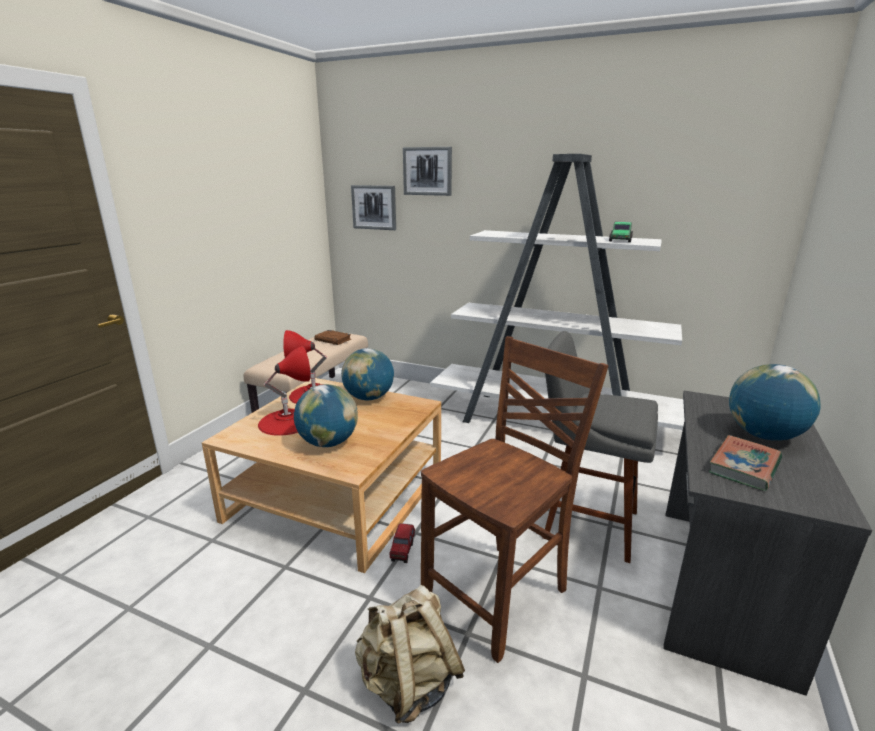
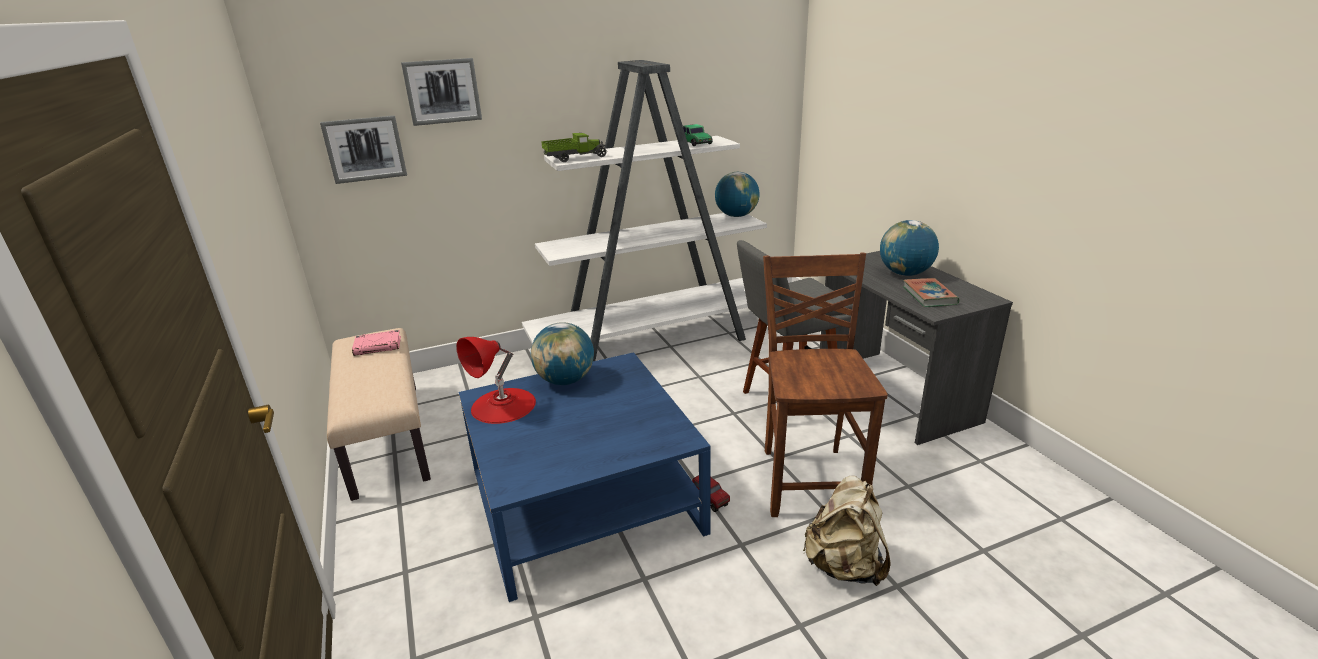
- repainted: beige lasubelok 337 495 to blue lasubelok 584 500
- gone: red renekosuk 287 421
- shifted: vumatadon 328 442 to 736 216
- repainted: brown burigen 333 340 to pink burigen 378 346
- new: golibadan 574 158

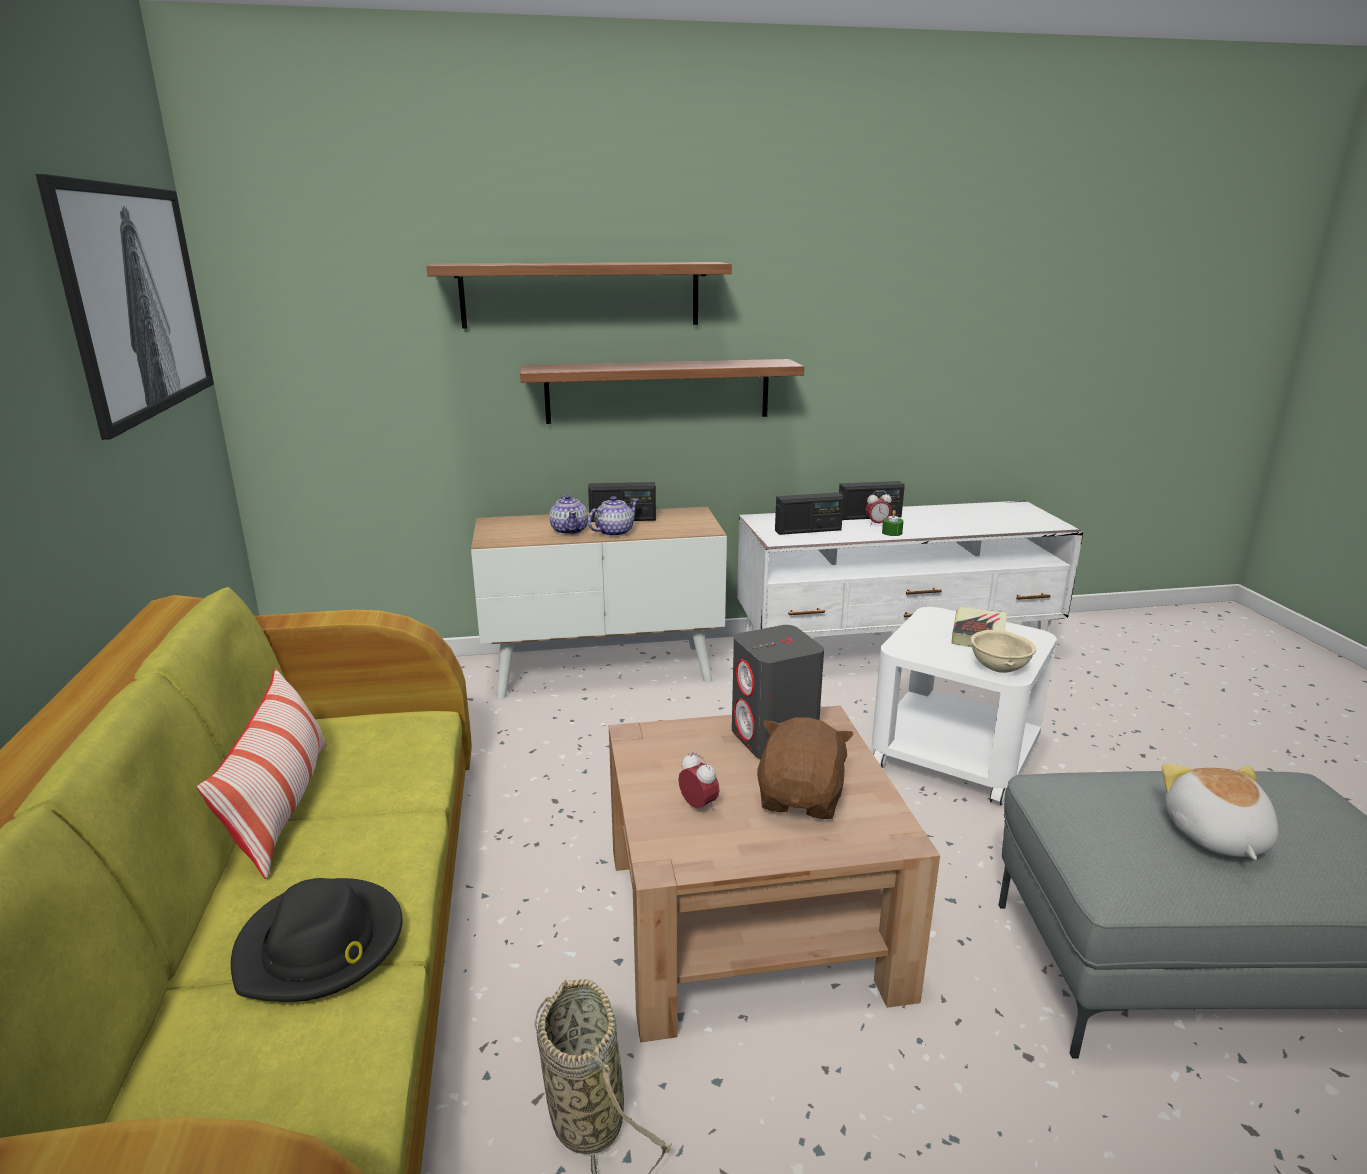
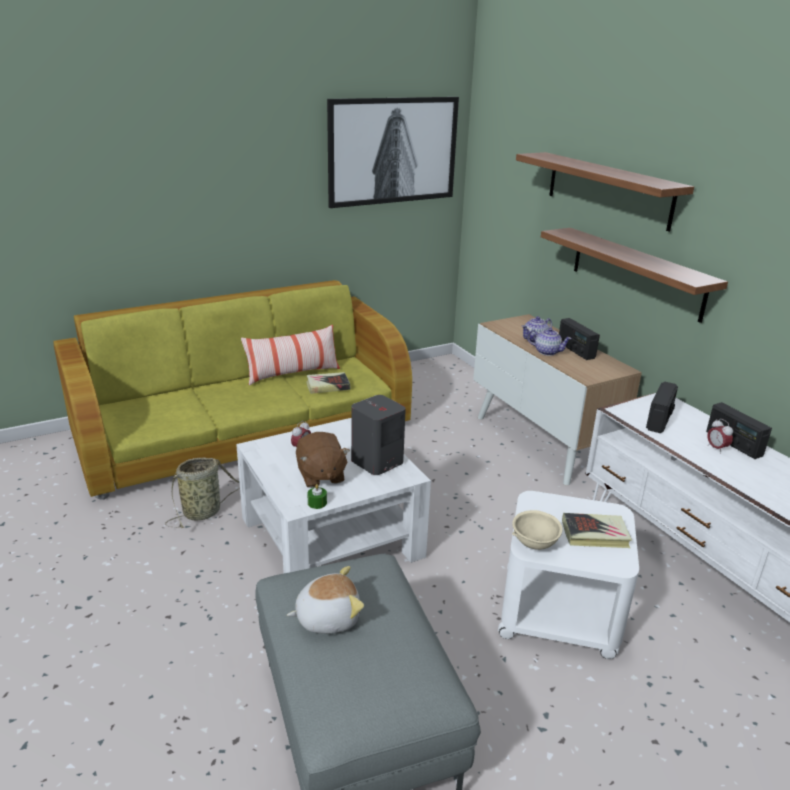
- gone: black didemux 321 946
- repainted: brown lasubelok 750 919 to white lasubelok 331 537
- rotated: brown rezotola 801 798 = 320 476 75 degrees clockwise
- rotated: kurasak 808 530 = 659 420 120 degrees counterclockwise
- shifted: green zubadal 892 532 to 317 503
- new: burigen 327 386

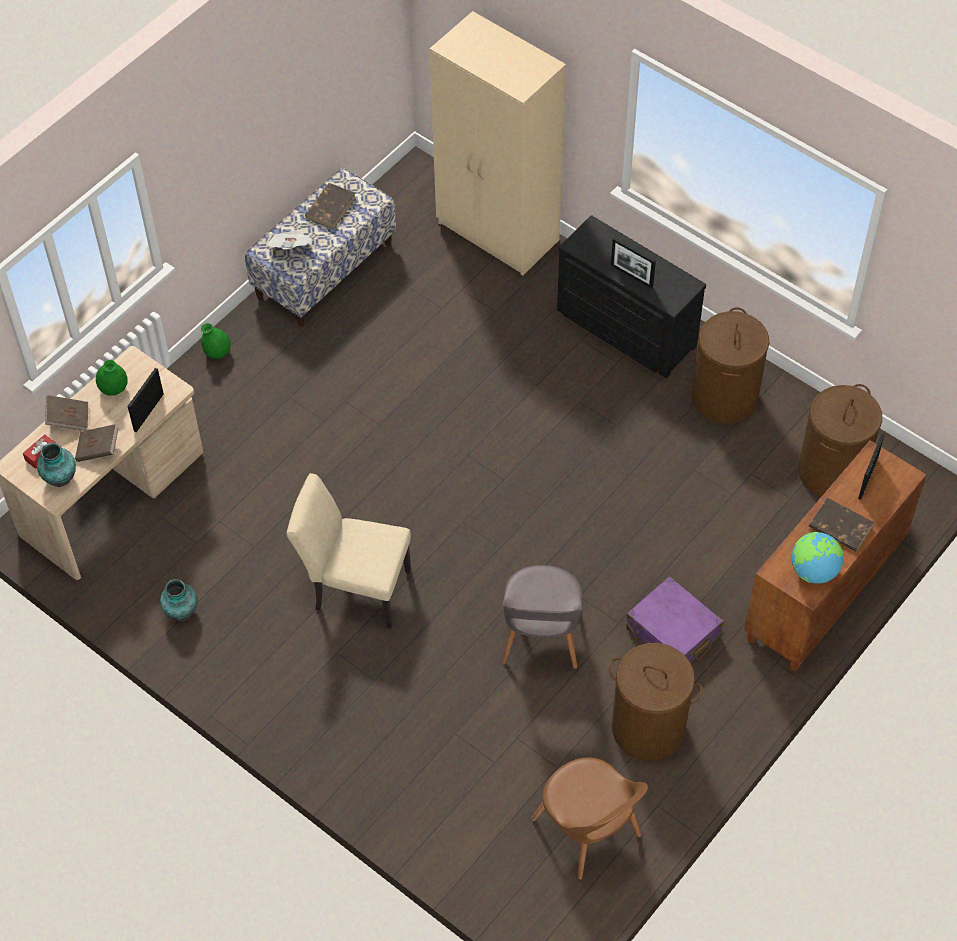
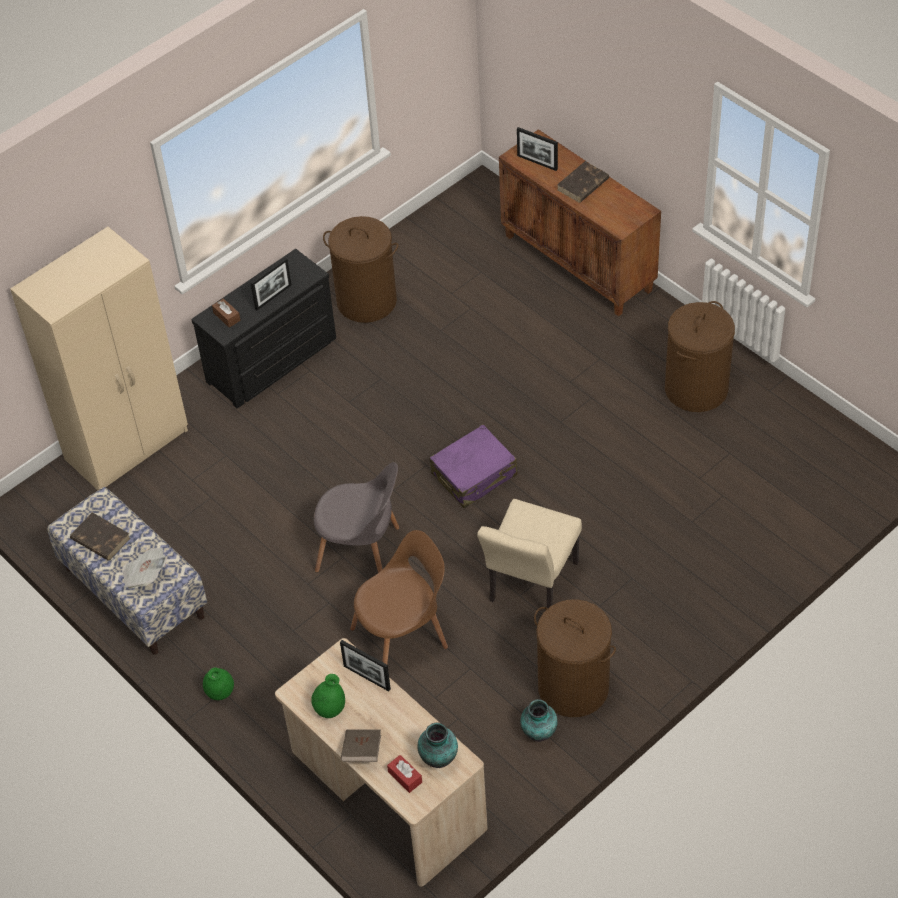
- gone: brown burigen 98 450
- shifted: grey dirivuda 540 637 to 362 550
- shifted: brown dirivuda 588 831 to 403 636
- shifted: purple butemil 673 632 to 474 475
- gone: vumatadon 813 571
- shifted: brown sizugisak 832 471 to 573 687
- new: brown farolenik 227 317

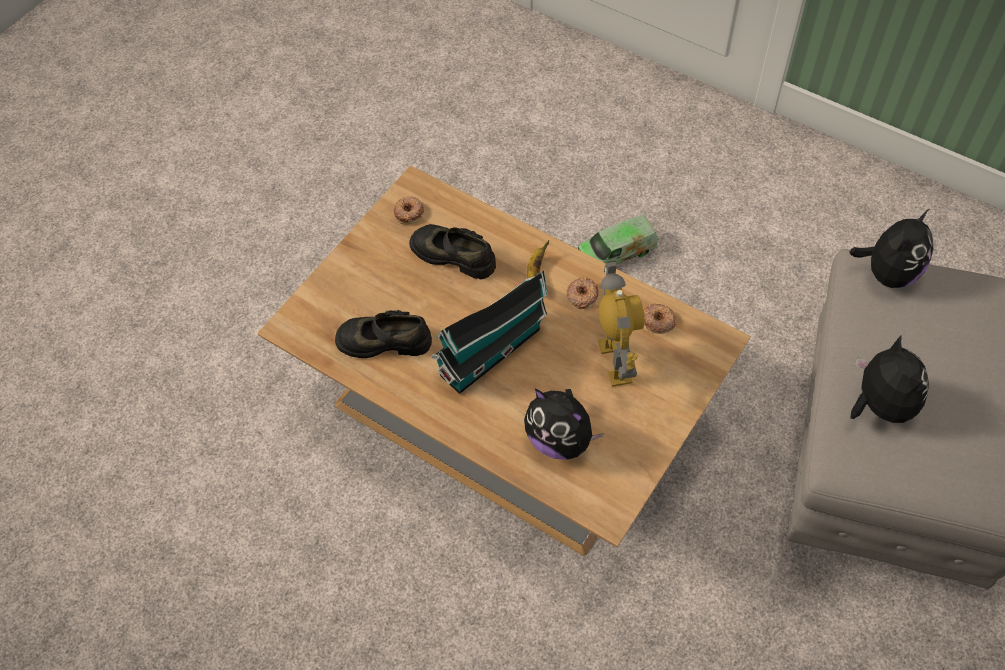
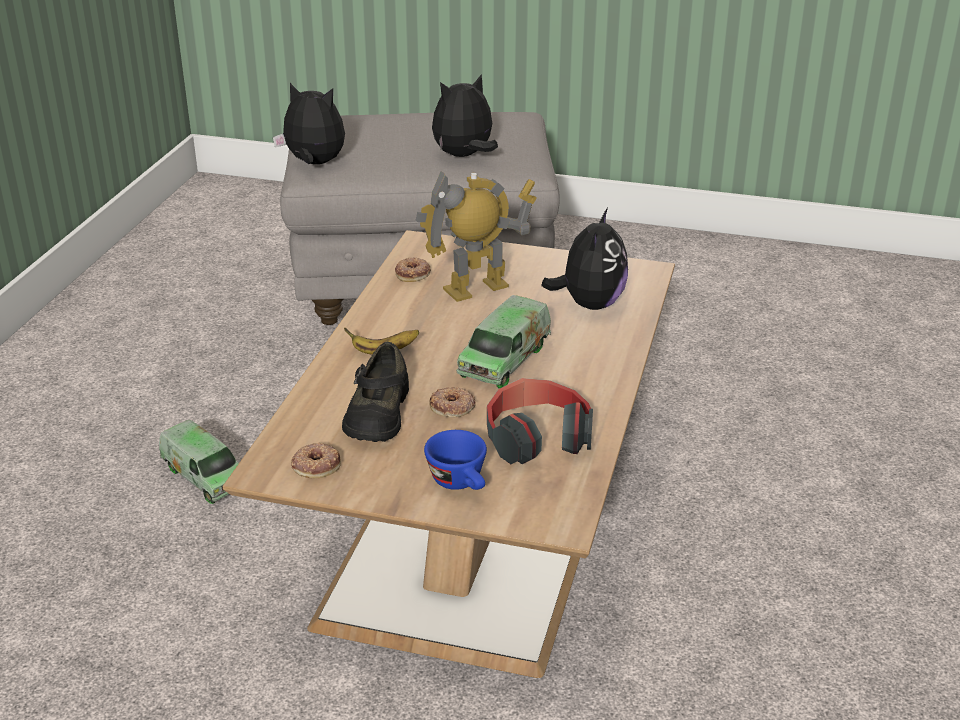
- swapped: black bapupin 384 340 to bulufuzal 537 437
- swapped: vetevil 494 350 to golibadan 504 359
- shifted: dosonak 582 295 to 452 407
- new: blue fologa 461 483

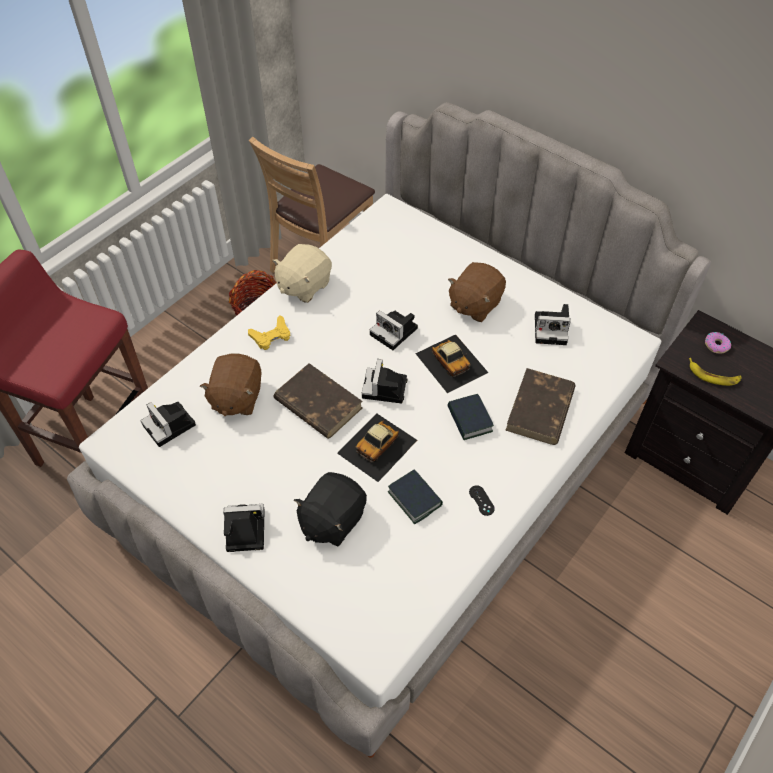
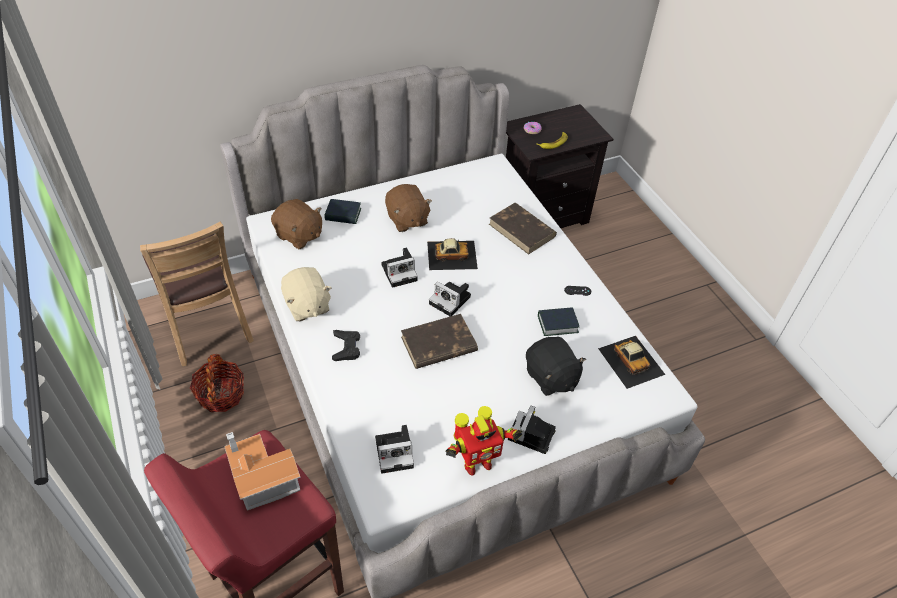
- shifted: brown rezotola 236 398 to 299 235
- repainted: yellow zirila 271 336 to black zirila 346 347
- shifted: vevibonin 378 446 to 631 361
- shifted: burigen 469 420 to 343 215
- gone: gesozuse 552 329
- new: vetevil 261 479
- new: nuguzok 476 463

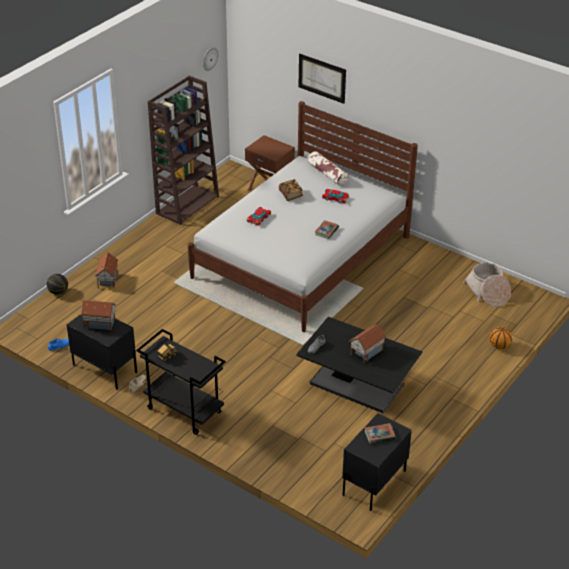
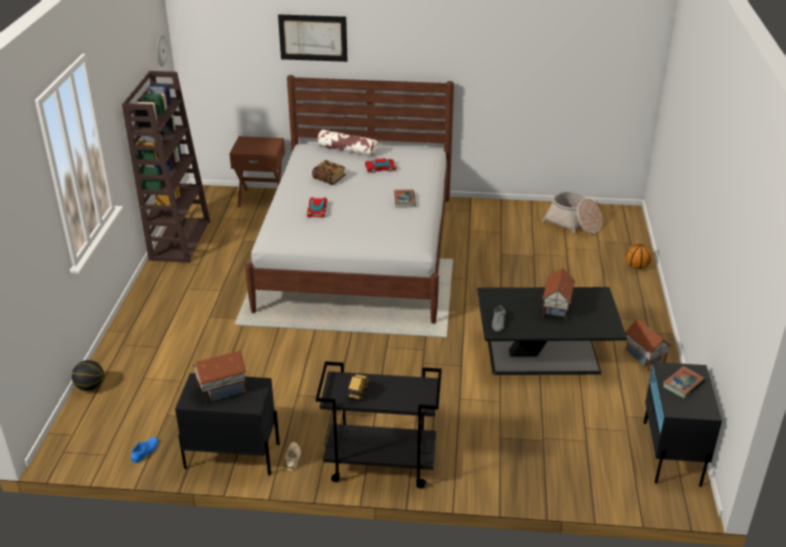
- shifted: vetevil 107 280 to 644 357

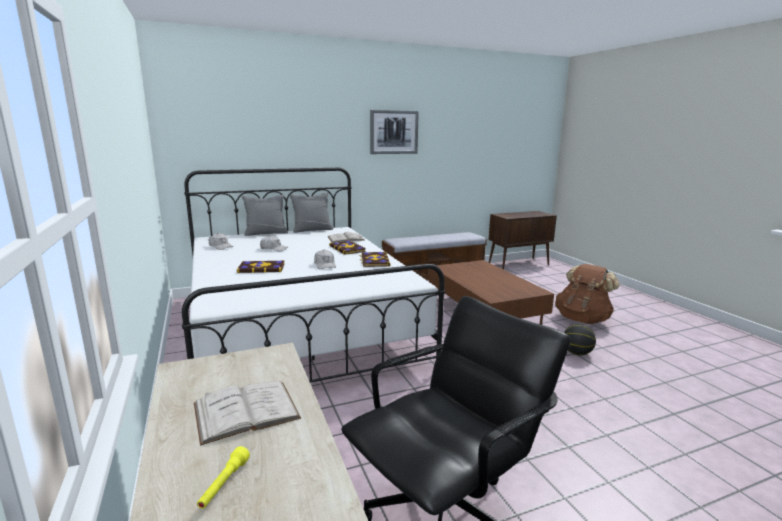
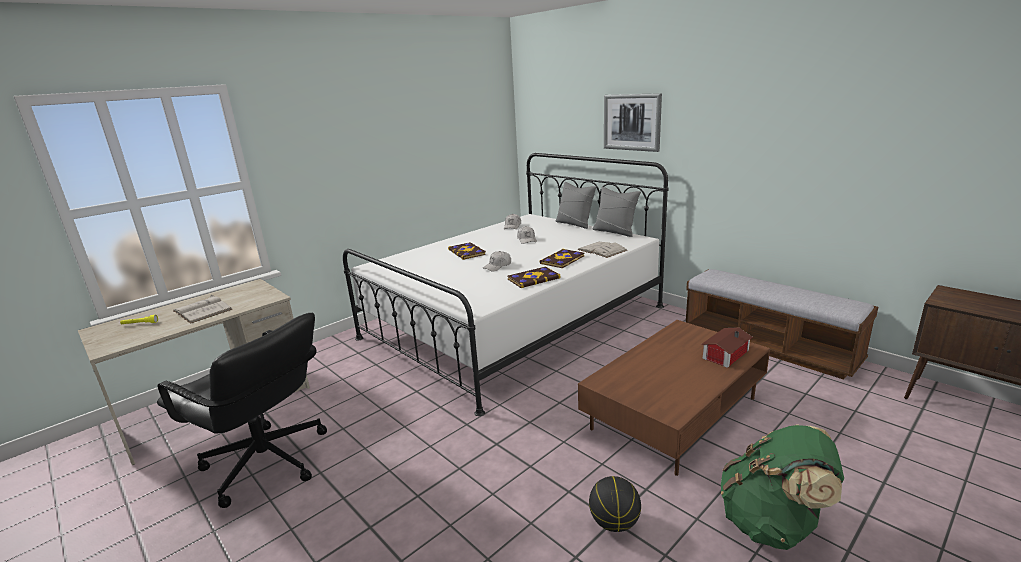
- shifted: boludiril 394 132 to 632 122
- repainted: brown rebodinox 582 319 to green rebodinox 772 523
- new: vetevil 724 354

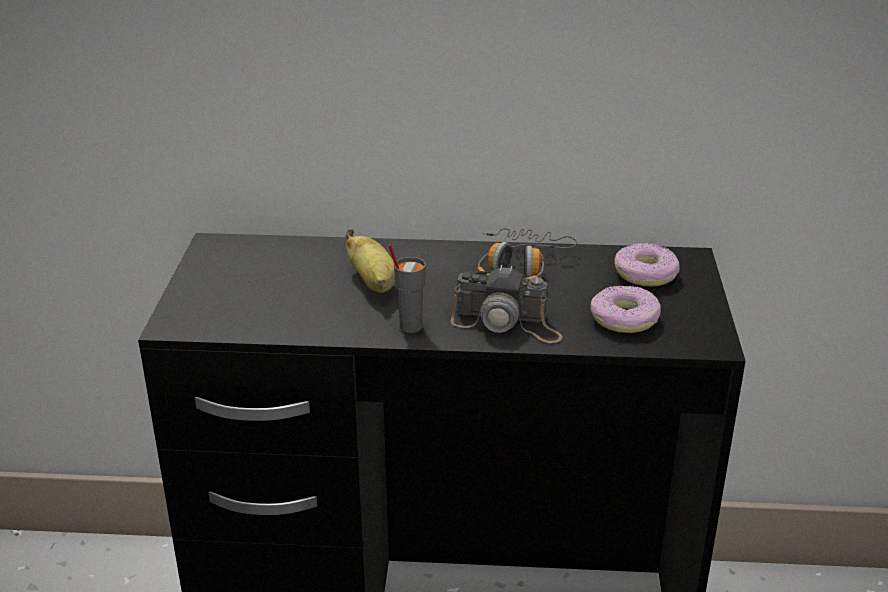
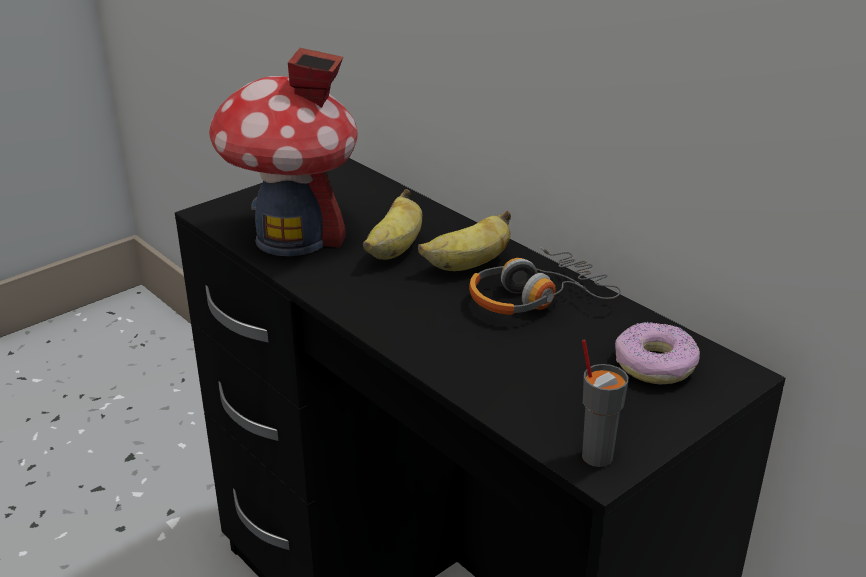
- shifted: grey fologa 410 326 to 596 455
- gone: gesozuse 507 323
- gone: dosonak 625 319
- new: vetevil 293 238
- new: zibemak 468 265

